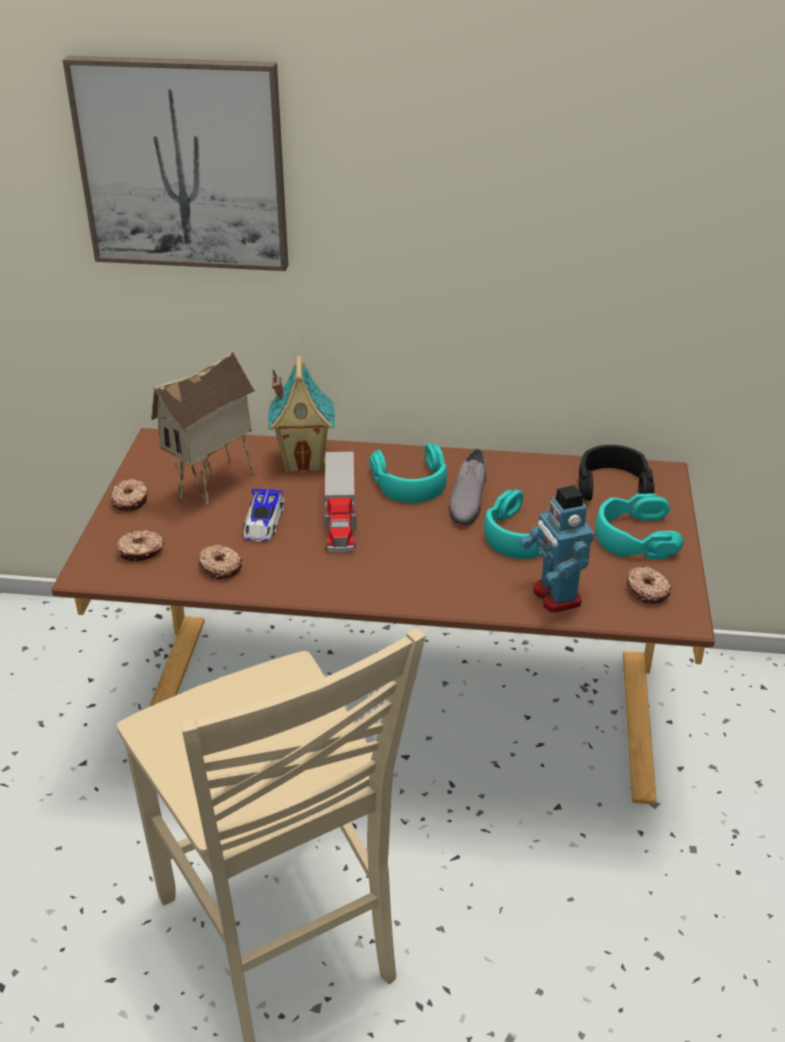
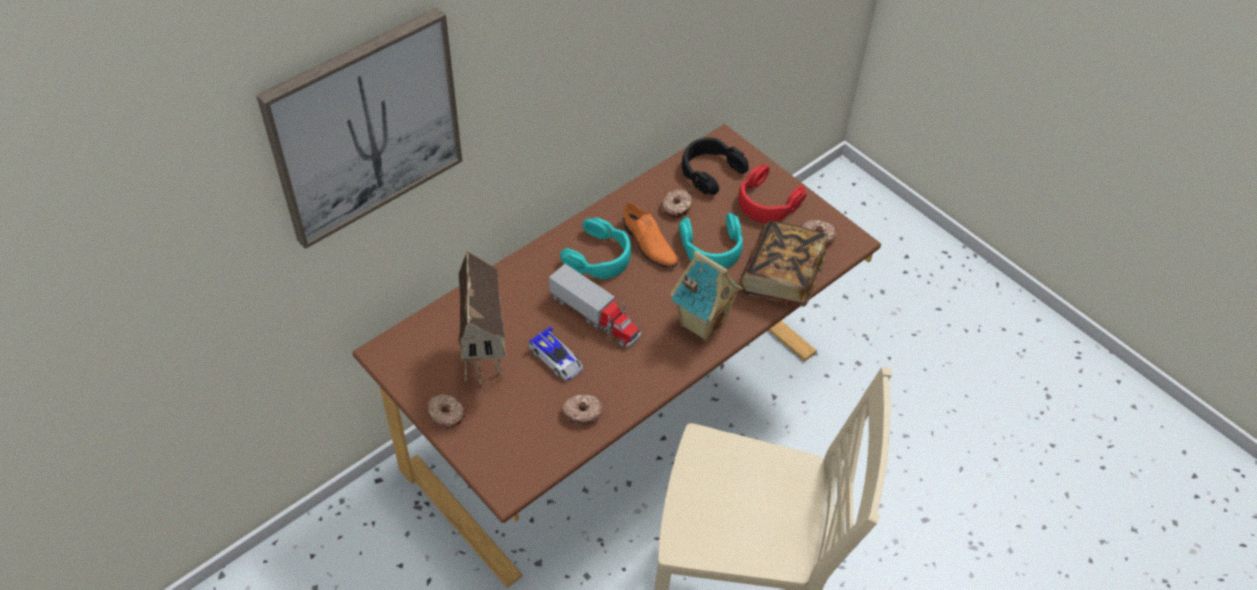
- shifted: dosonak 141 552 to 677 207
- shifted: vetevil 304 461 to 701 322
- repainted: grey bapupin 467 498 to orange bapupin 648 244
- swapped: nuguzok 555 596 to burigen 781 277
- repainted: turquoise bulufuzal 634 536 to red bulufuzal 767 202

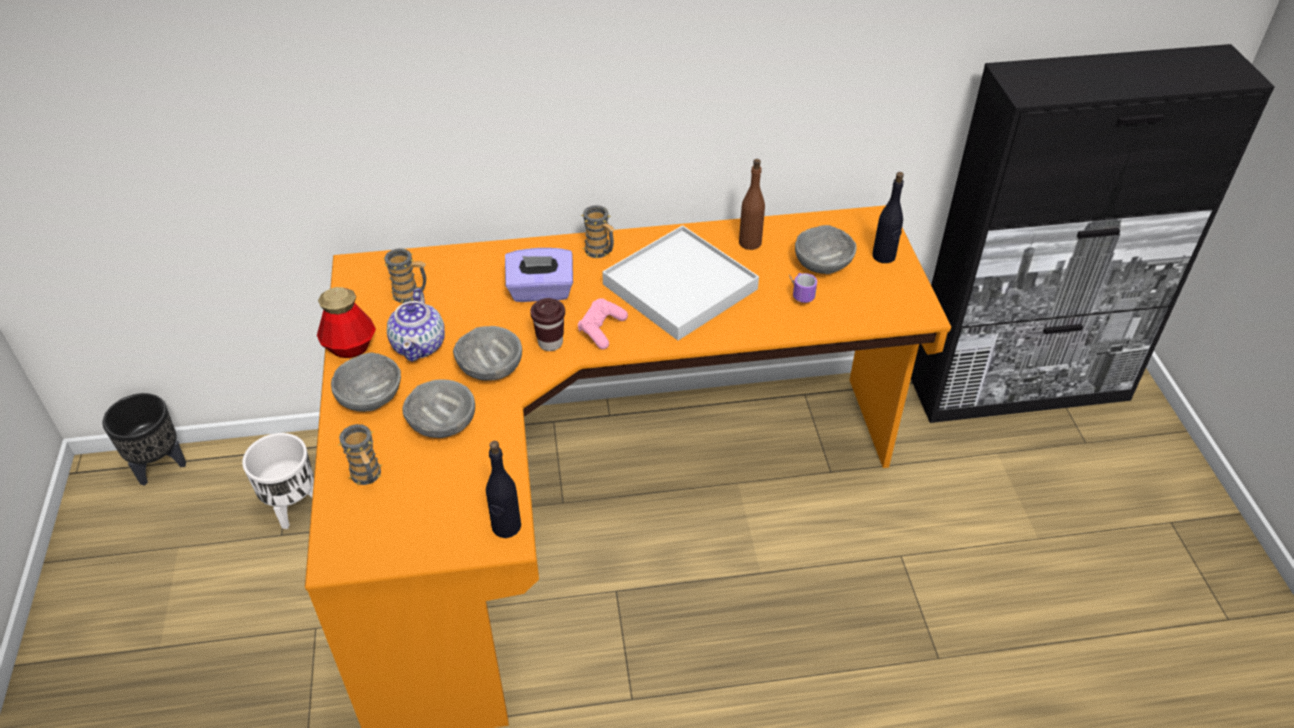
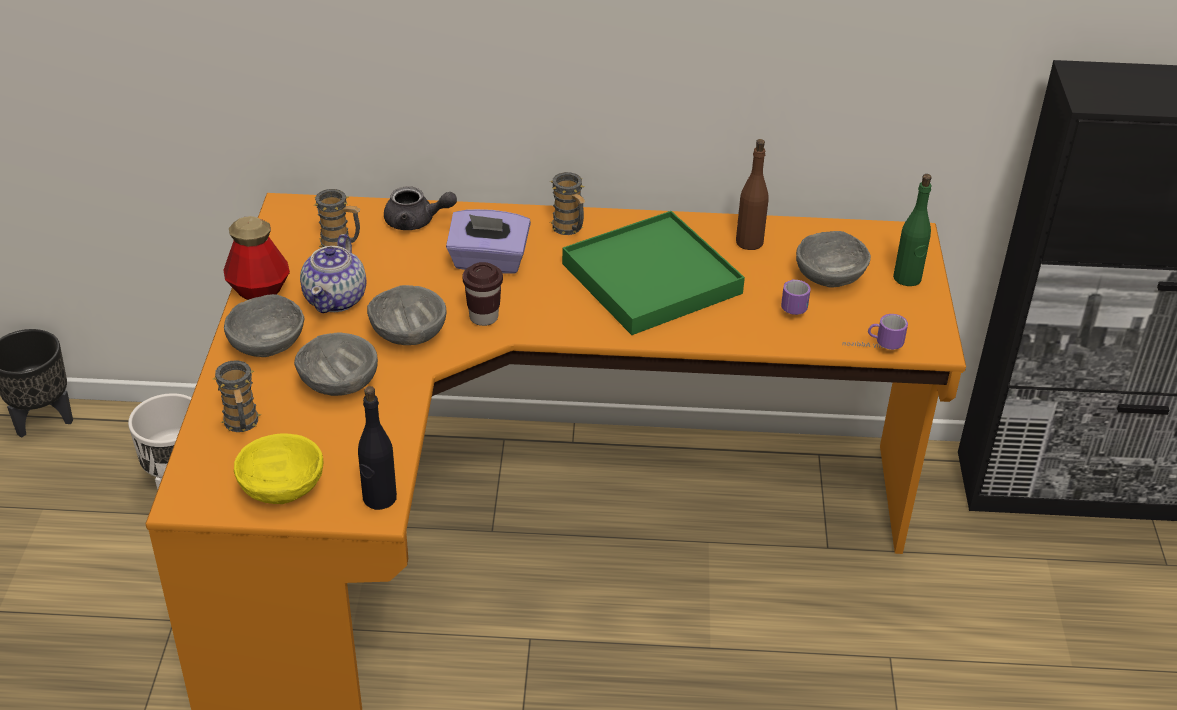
- gone: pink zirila 601 330
- repainted: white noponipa 679 287 to green noponipa 651 278
- repainted: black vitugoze 884 256 to green vitugoze 907 278
- new: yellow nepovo 282 488
- new: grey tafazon 416 222
- new: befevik 872 347

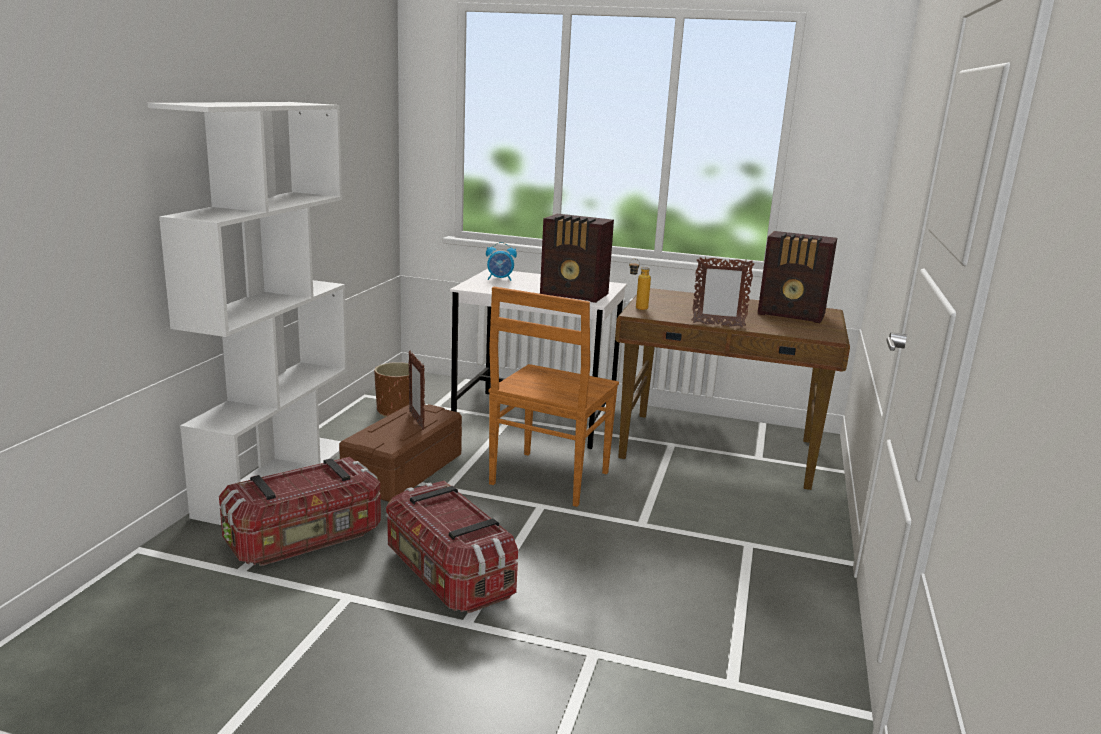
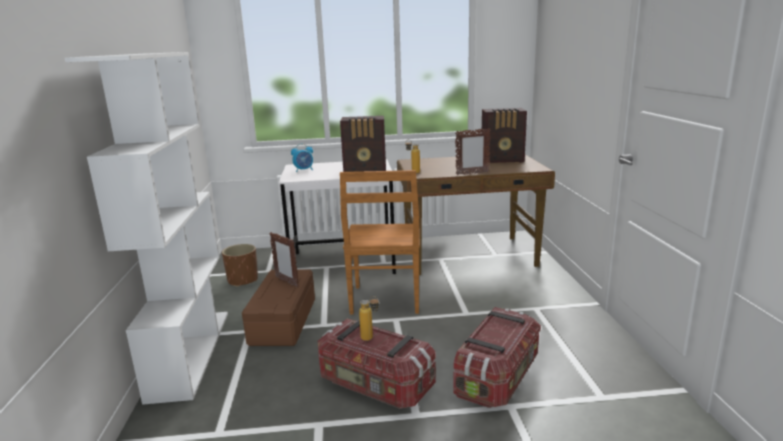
- shifted: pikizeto 305 539 to 498 377
- new: vitugoze 371 339

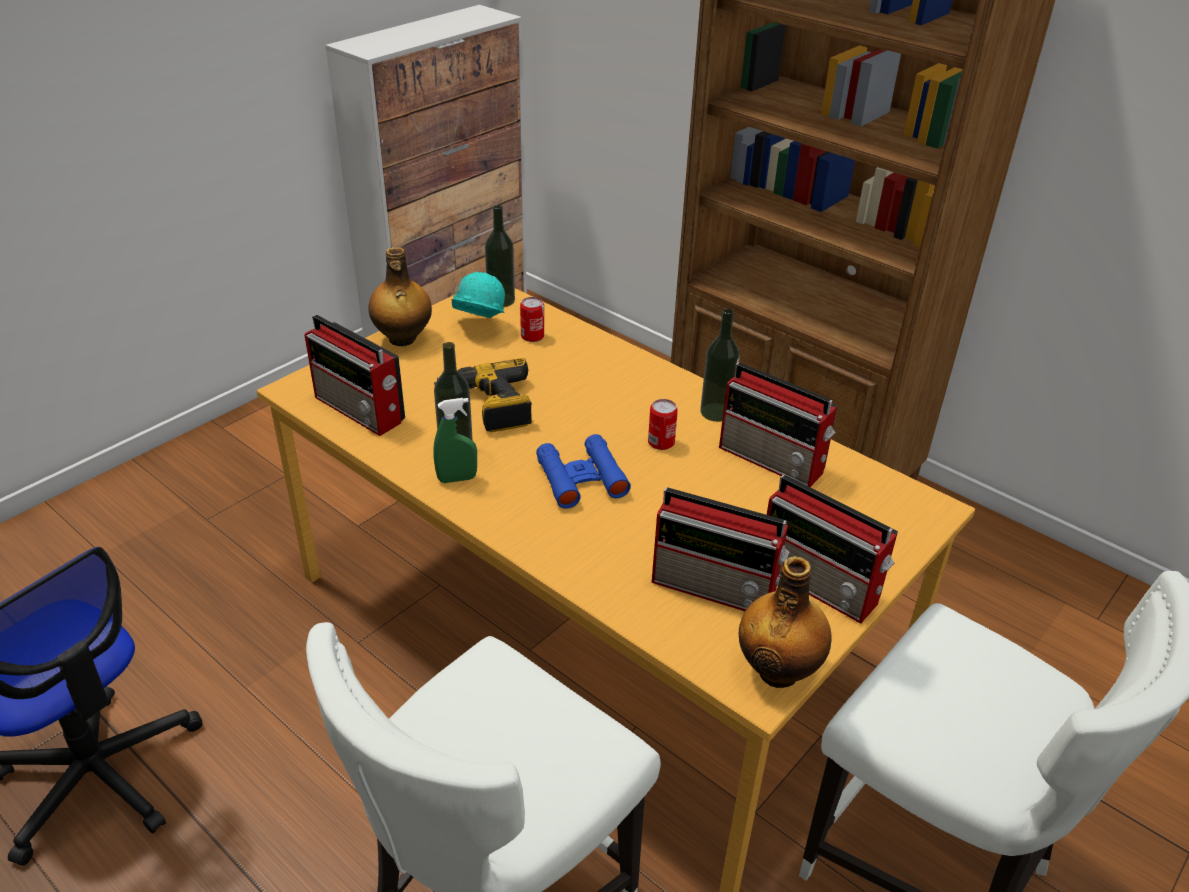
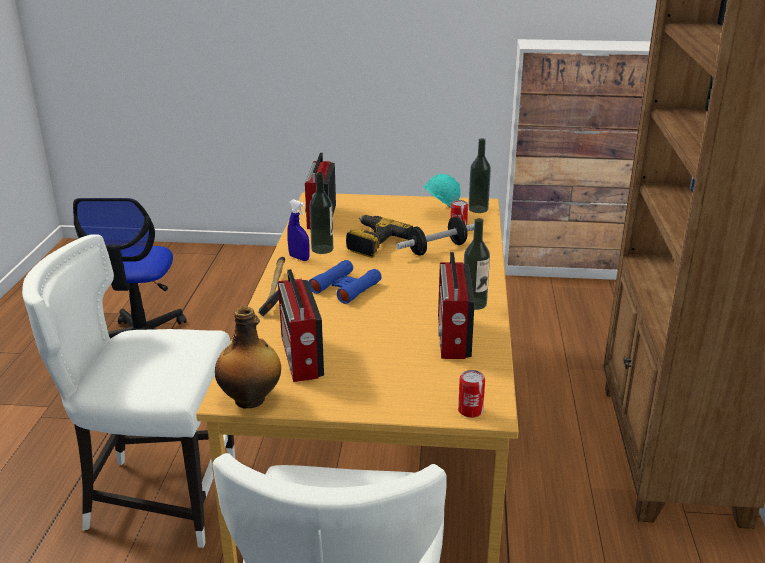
- gone: vitugoze 402 339
- repainted: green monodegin 457 479 to blue monodegin 299 258
- shifted: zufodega 661 442 to 470 410
- gone: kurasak 820 585
- new: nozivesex 275 294
- new: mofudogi 437 249

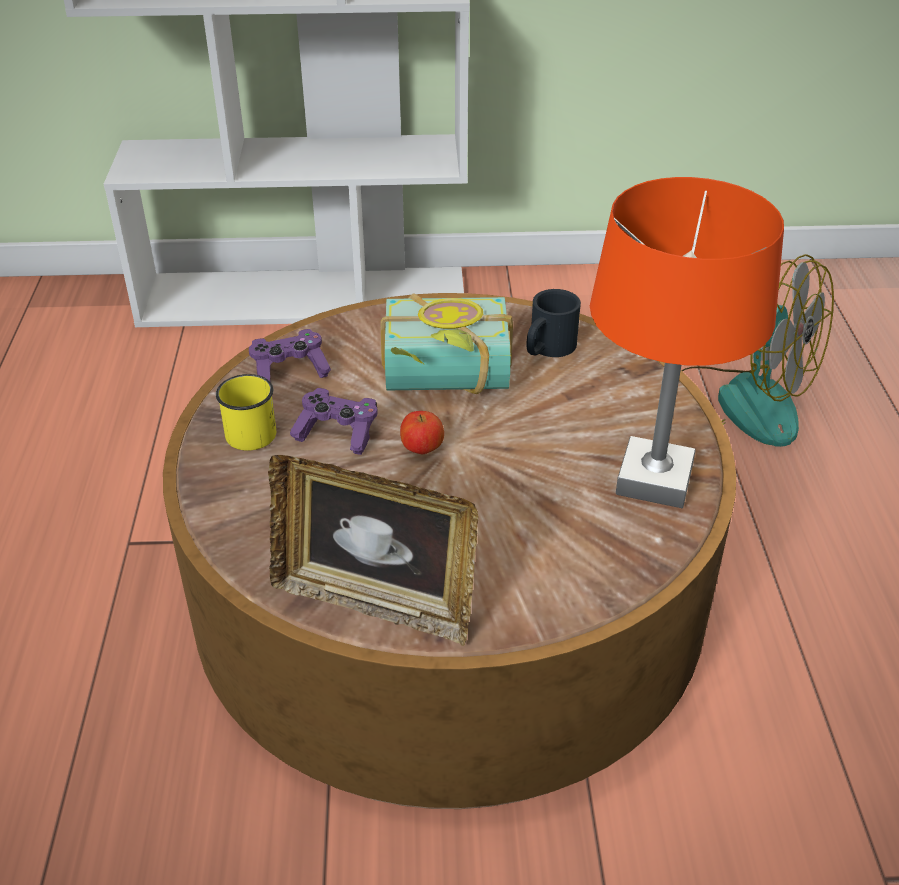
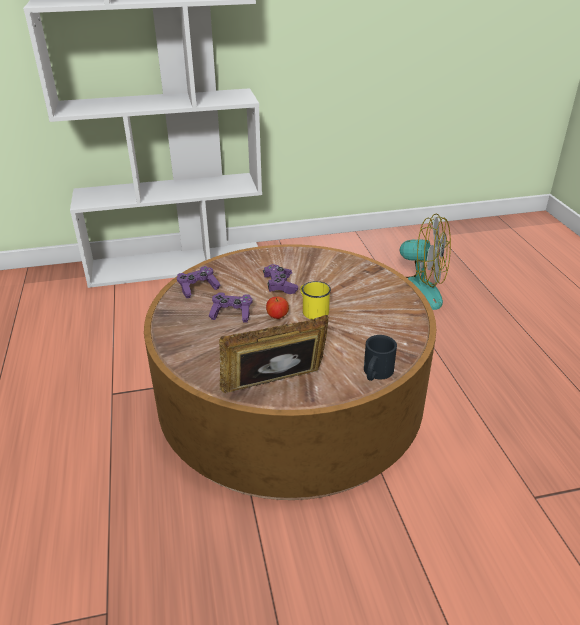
- shifted: yellow befevik 248 430 to 312 310
- rotated: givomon 375 601 = 275 387 150 degrees clockwise
- swapped: burigen 446 383 to purple zirila 280 285
- shifted: black befevik 547 349 to 376 373
- gone: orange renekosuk 655 480

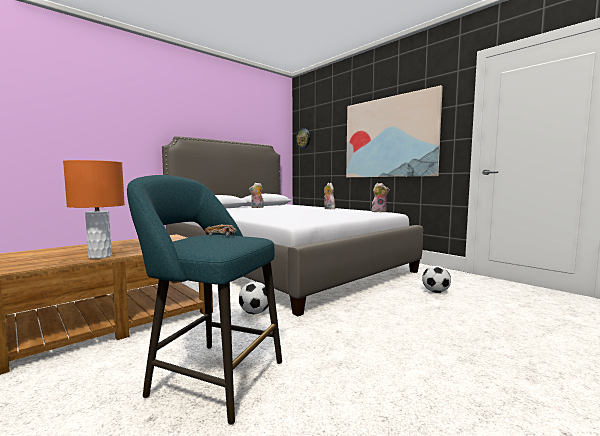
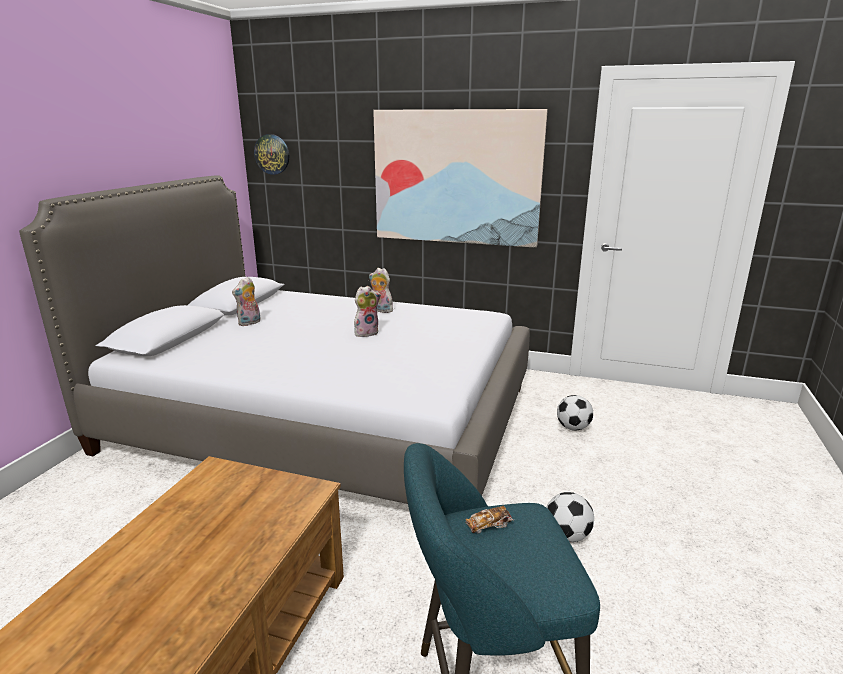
- gone: orange renekosuk 99 256
- shifted: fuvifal 255 313 to 567 535
- shifted: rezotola 379 211 to 366 332

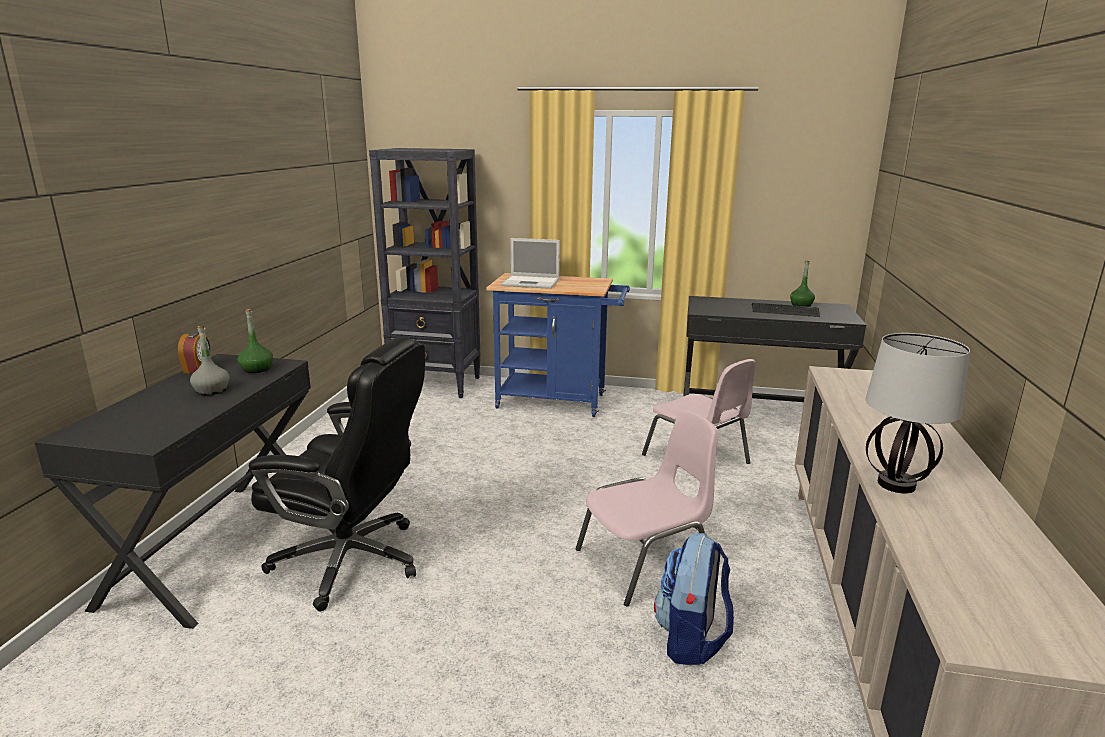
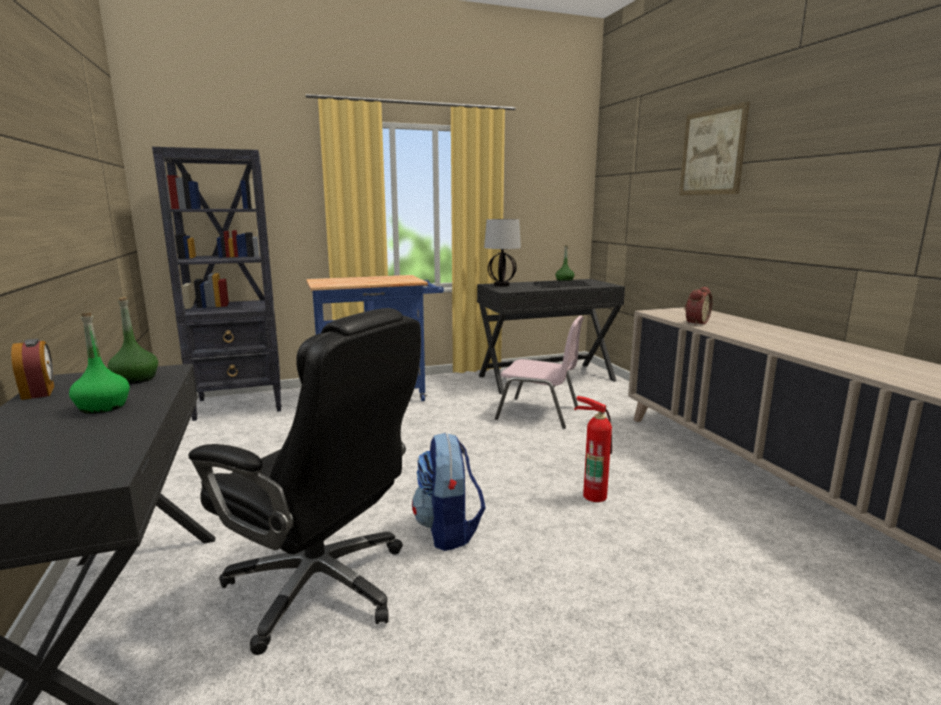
- repainted: grey vitugoze 211 390 to green vitugoze 103 407
- rotated: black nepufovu 352 560 = 322 586 45 degrees clockwise
- gone: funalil 532 283
- swapped: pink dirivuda 646 563 to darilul 594 494
- shifted: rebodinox 691 639 to 448 530
- shifted: renekosuk 897 485 to 502 285
- new: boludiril 712 152
- new: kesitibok 695 322

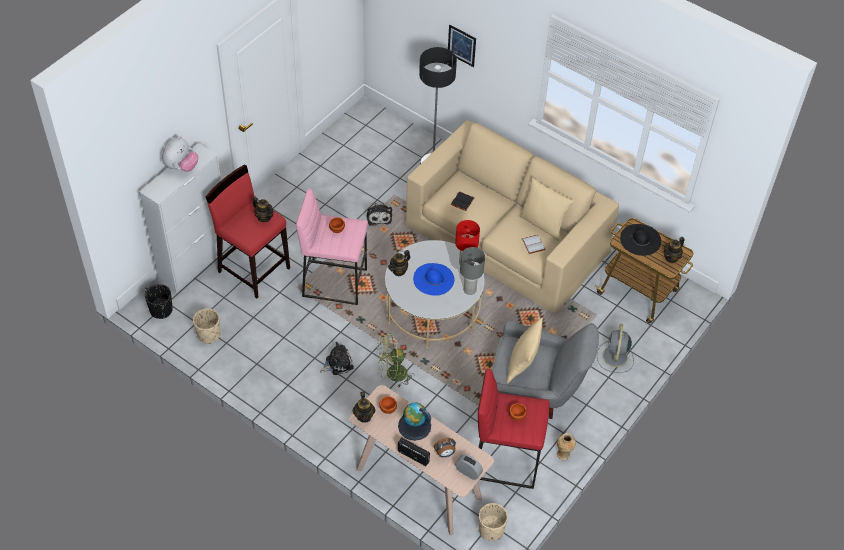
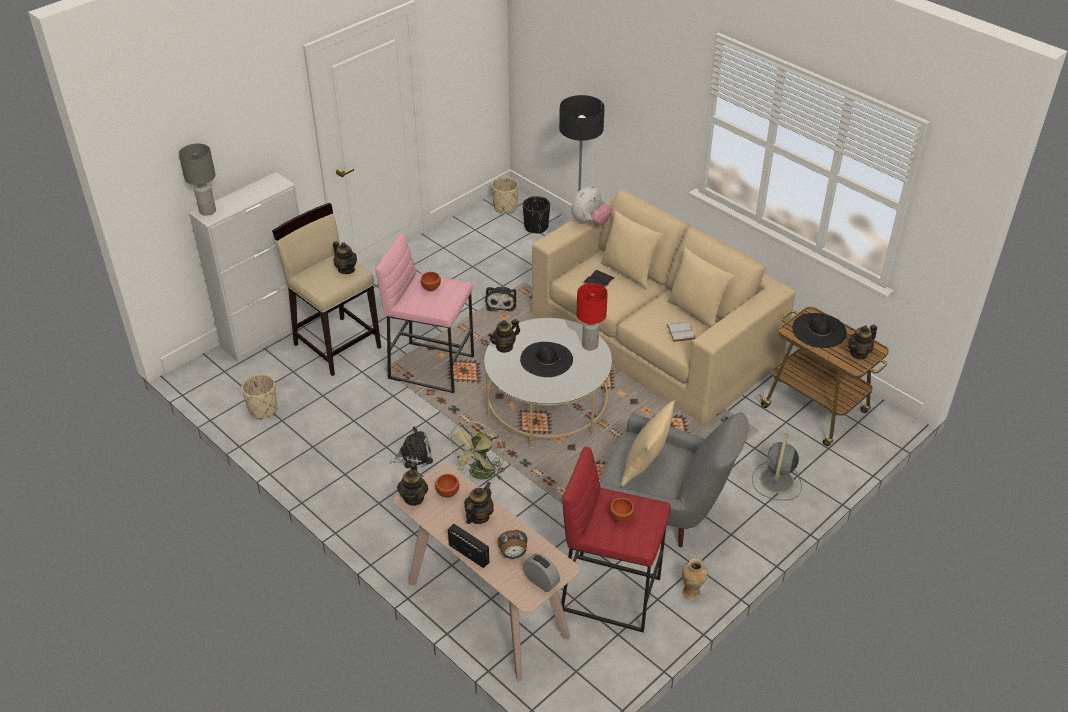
- shifted: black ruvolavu 161 310 to 536 227
- shifted: rezotola 181 167 to 590 222
- repainted: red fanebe 254 269 to beige fanebe 337 345
- rotated: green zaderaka 392 375 = 480 475 60 degrees counterclockwise
- swapped: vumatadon 414 426 to tafazon 478 516
- repainted: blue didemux 433 279 to black didemux 546 359
- gone: boludiril 461 45
- shifted: grey renekosuk 469 290 to 207 211
- shifted: beige ruvolavu 491 529 to 505 207
- new: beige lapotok 628 272

